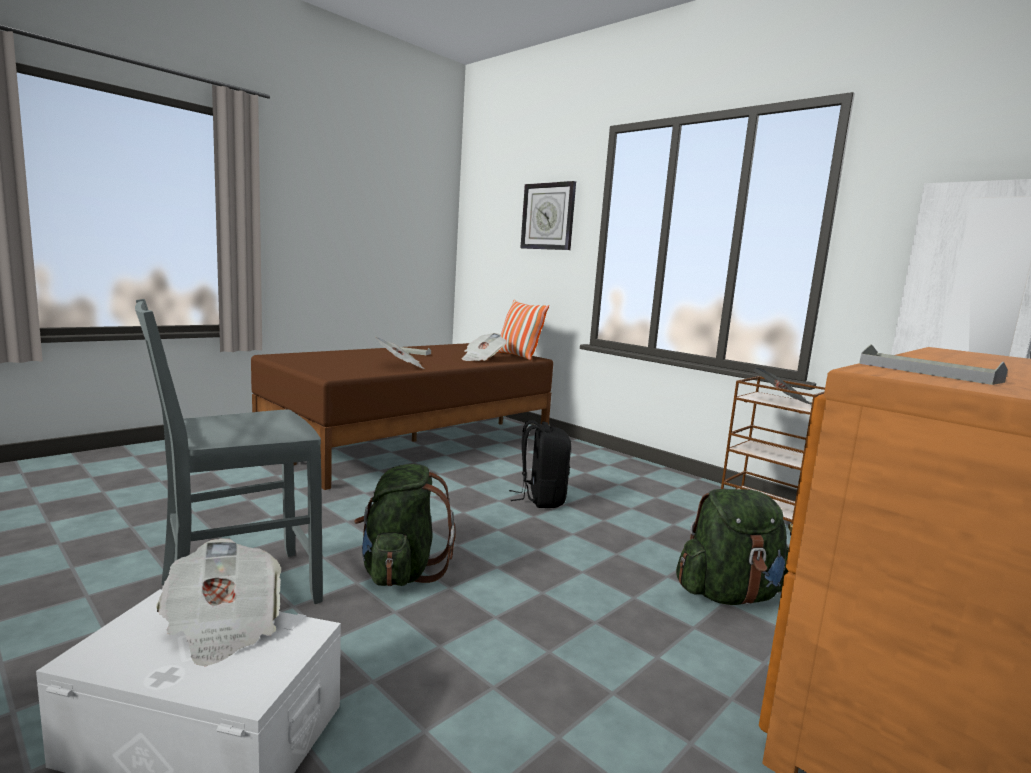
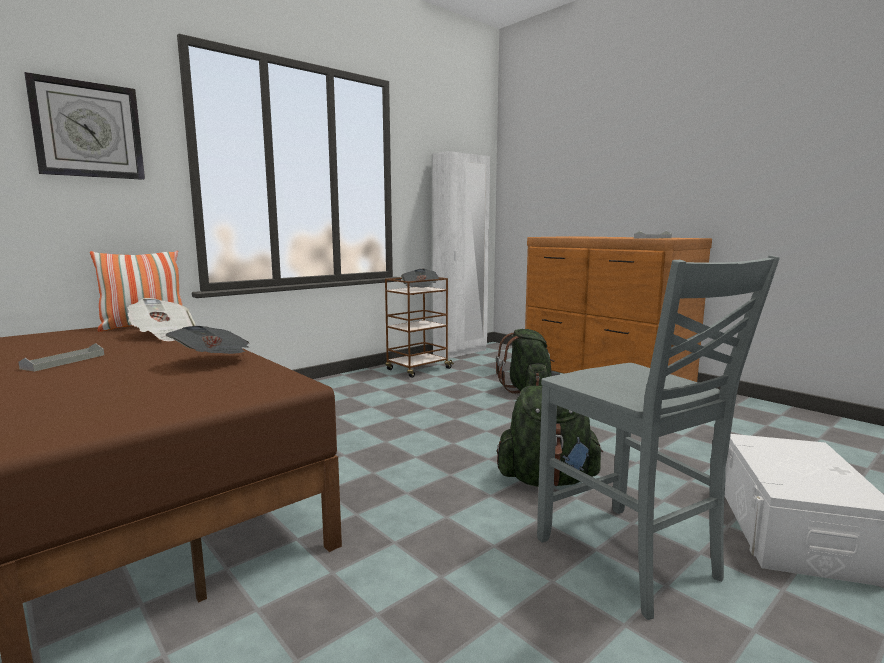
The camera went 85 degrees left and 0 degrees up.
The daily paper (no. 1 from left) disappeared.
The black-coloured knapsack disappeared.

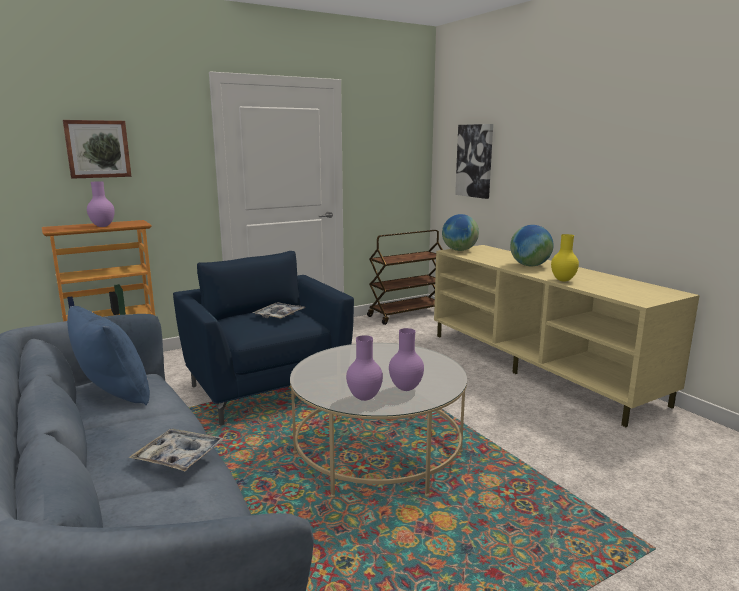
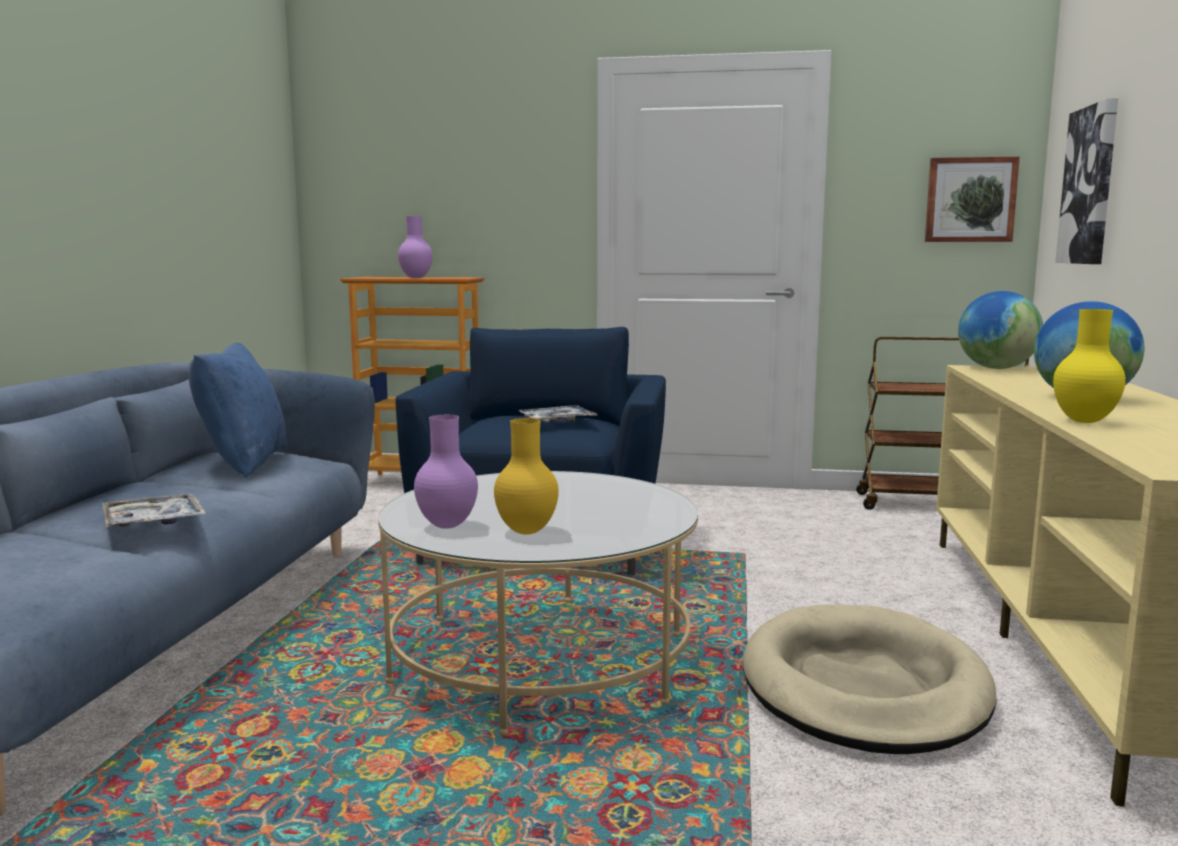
The camera went 40 degrees right and 5 degrees down.
The picture (no. 1 from left) moved.
The purple-coloured vase (no. 3 from left) became the yellowish vase (no. 1 from left).
The sand-coloured dog cushion appeared.

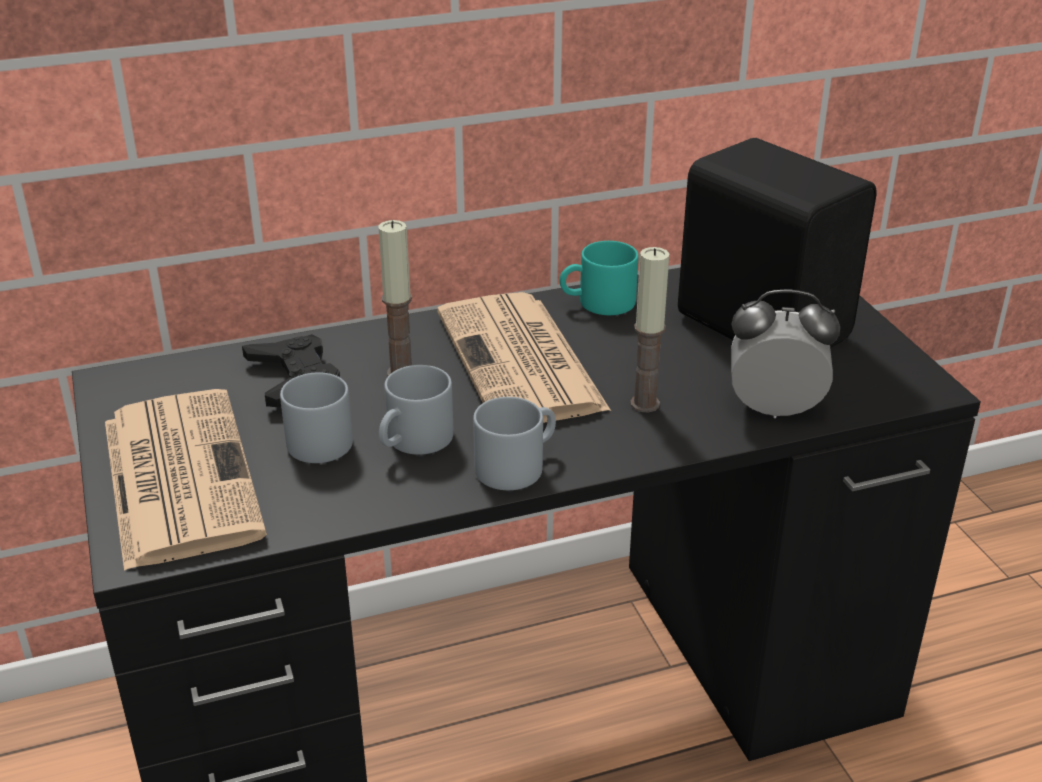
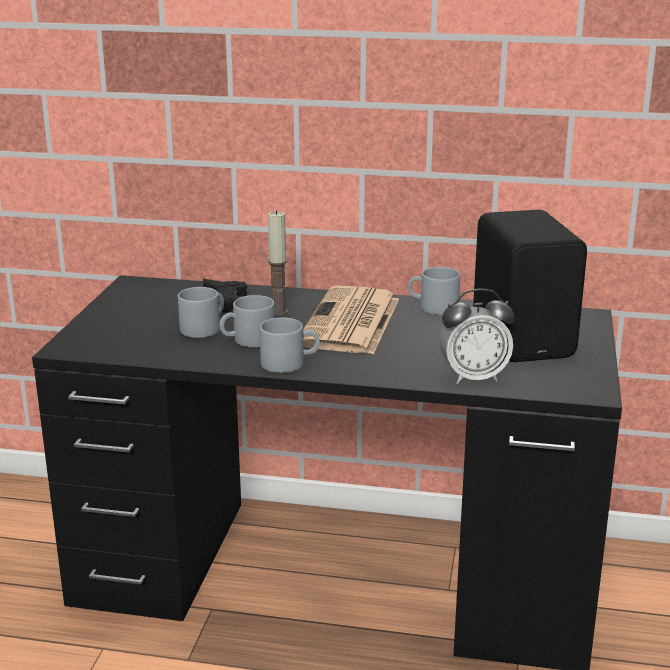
The camera went 30 degrees right and 10 degrees down.
The daily paper (no. 1 from left) disappeared.
The blue-green mug became the gray mug (no. 4 from left).
The wax light (no. 2 from left) disappeared.
The table clock turned 135 degrees clockwise.

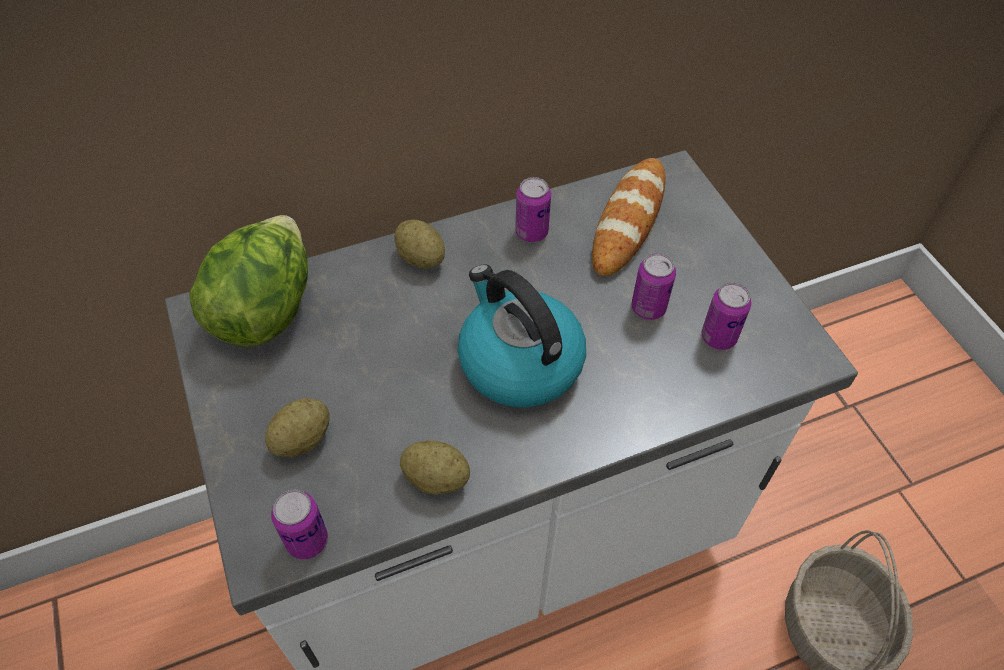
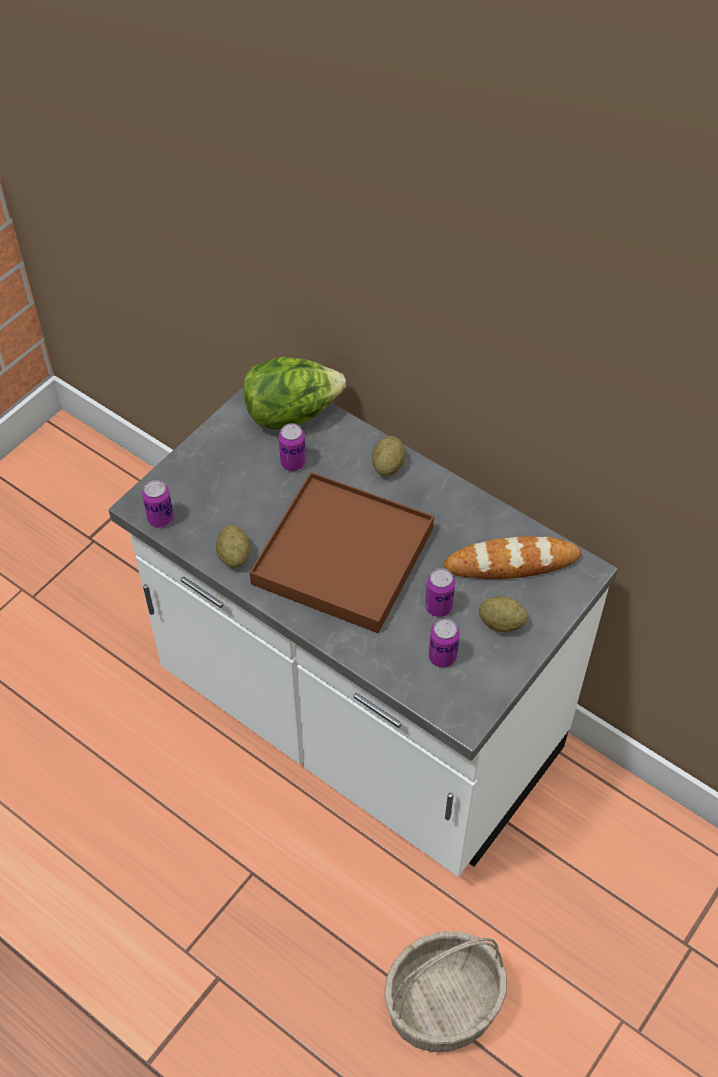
The camera went 60 degrees right and 0 degrees up.
The whole potato (no. 1 from left in the first image) moved.
The tea kettle was replaced by the brown-coloured carrying tray.
The can (no. 2 from left) moved.

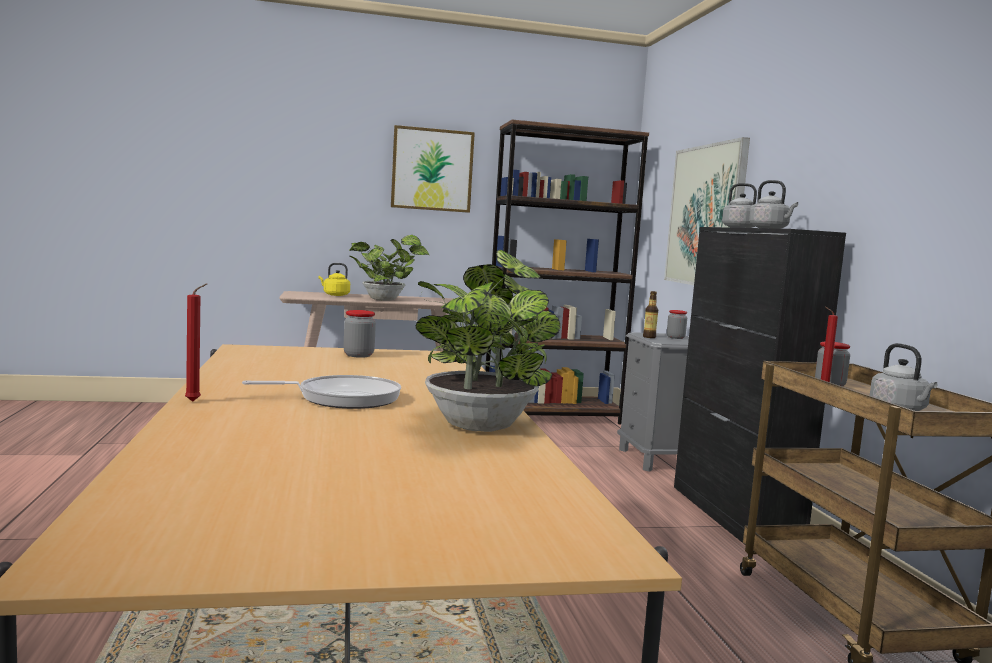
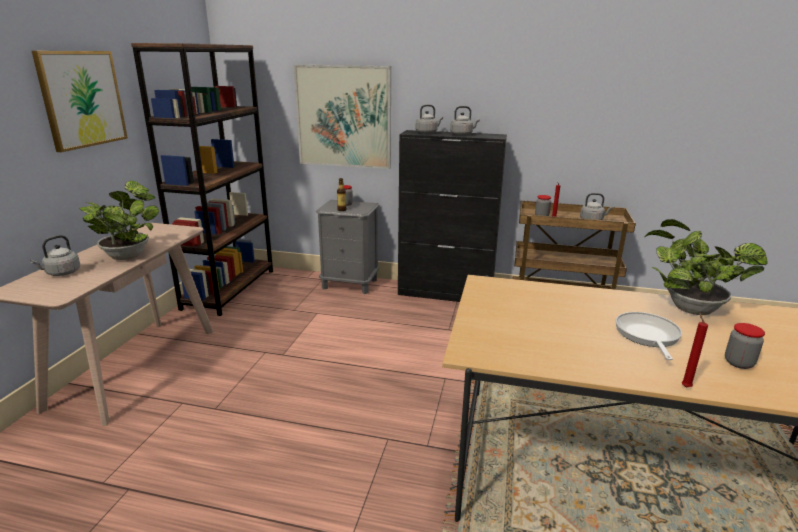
The camera went 65 degrees left and 15 degrees up.
The yellowish tea kettle became the gray tea kettle (no. 1 from left).
The preserve jar (no. 1 from left in the first image) moved.

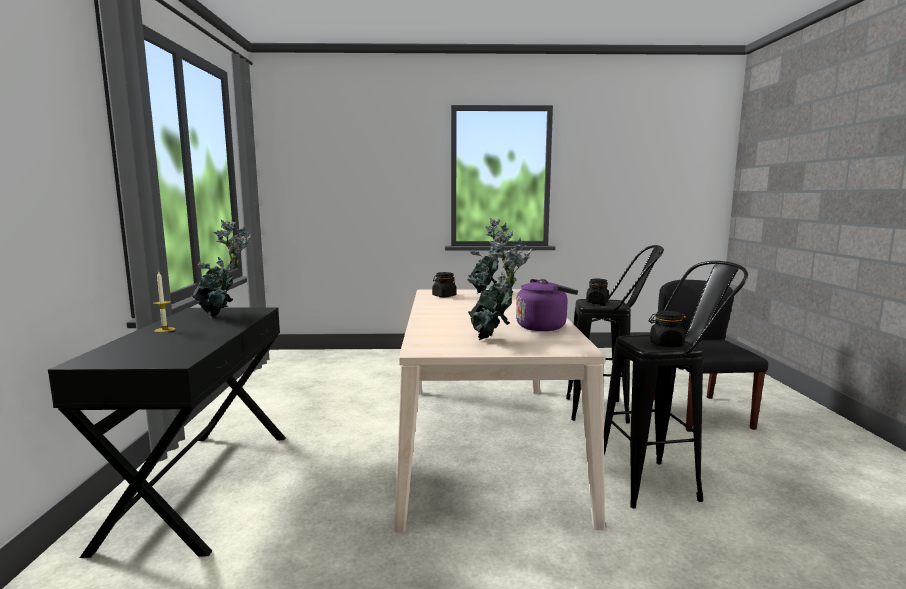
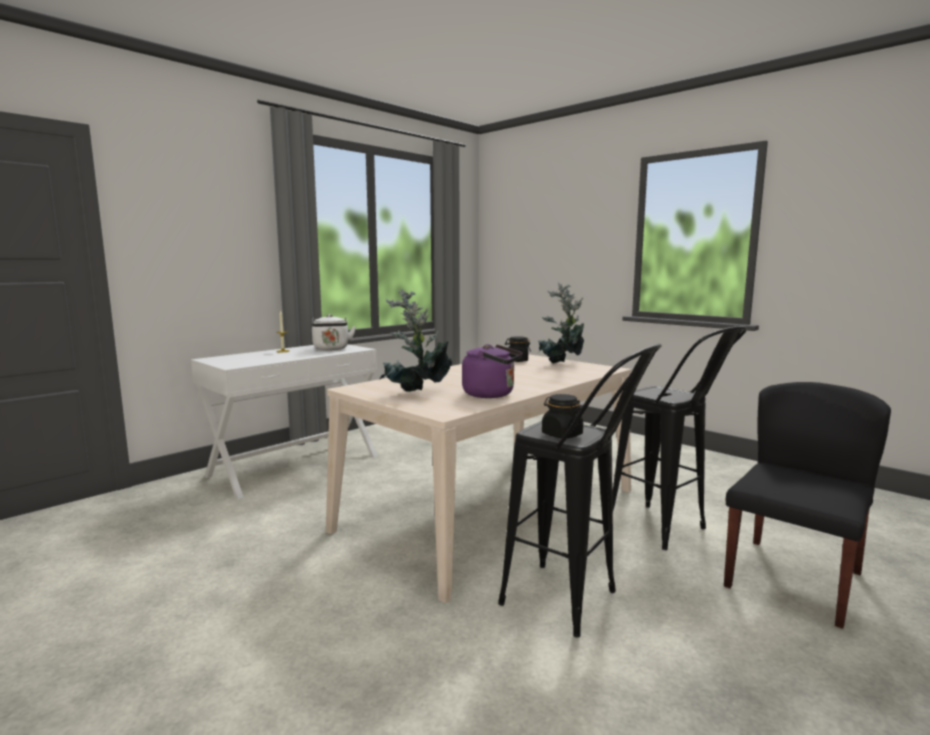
The camera went 45 degrees right and 0 degrees up.
The black-coloured console table became the whitish console table.
The plant in a pot (no. 1 from left) was replaced by the whitish tea kettle.
The black-coloured preserve jar (no. 2 from left) disappeared.

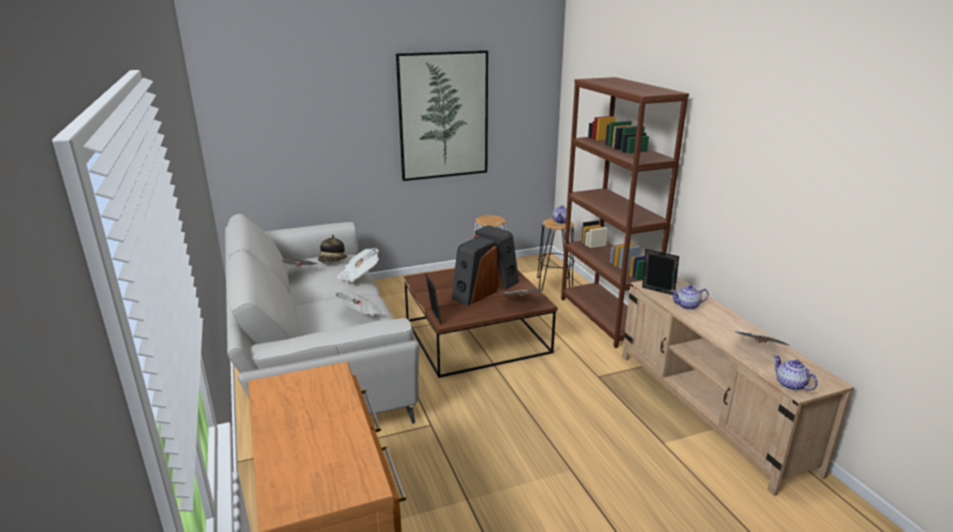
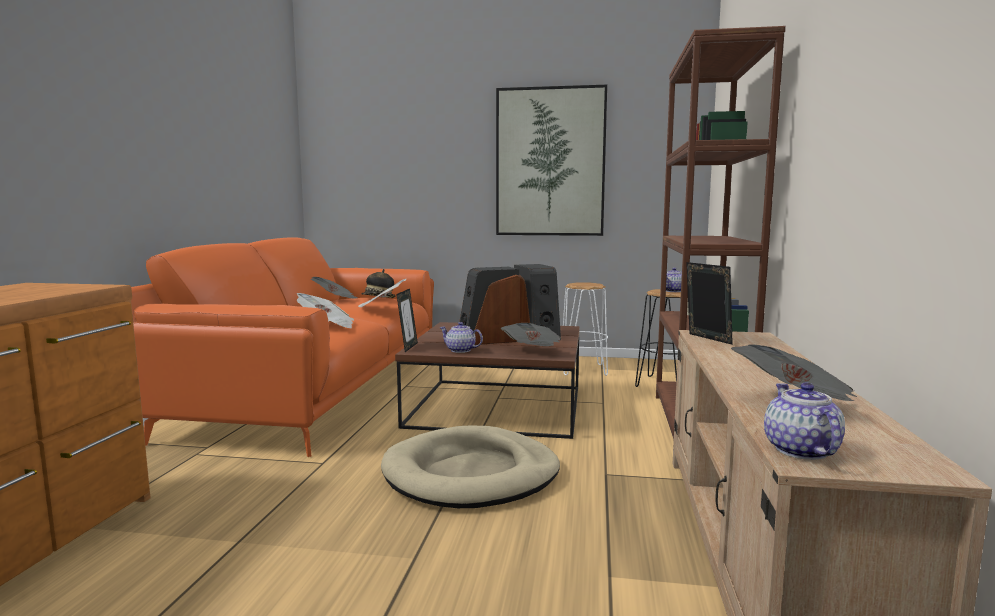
The camera went 30 degrees right and 15 degrees down.
The gray sofa became the orange-coloured sofa.
The tea pot (no. 2 from left in the first image) moved.
The sand-coloured dog cushion appeared.

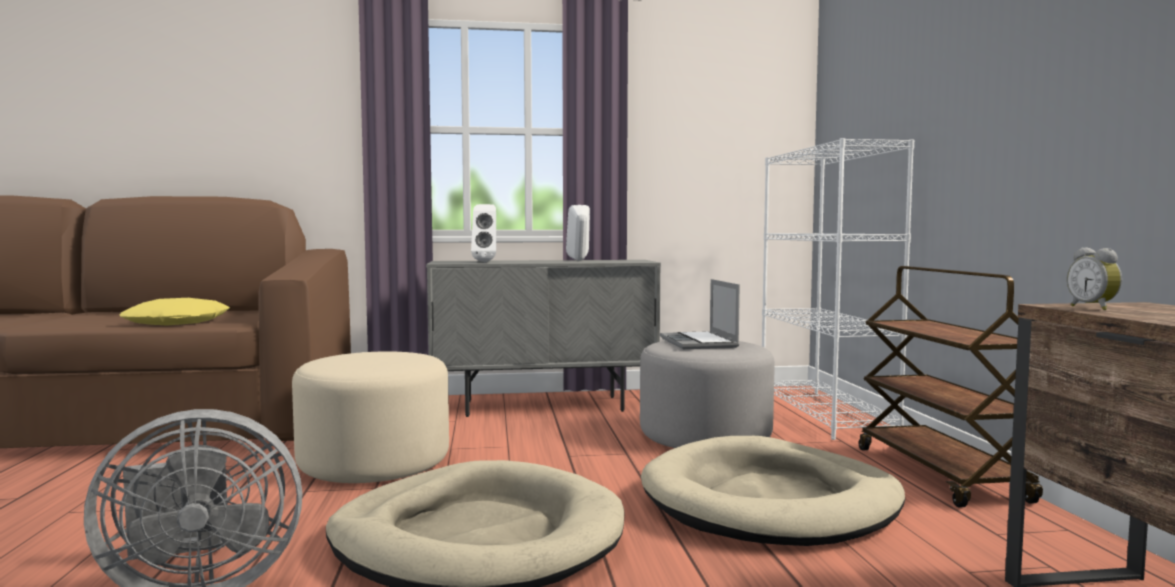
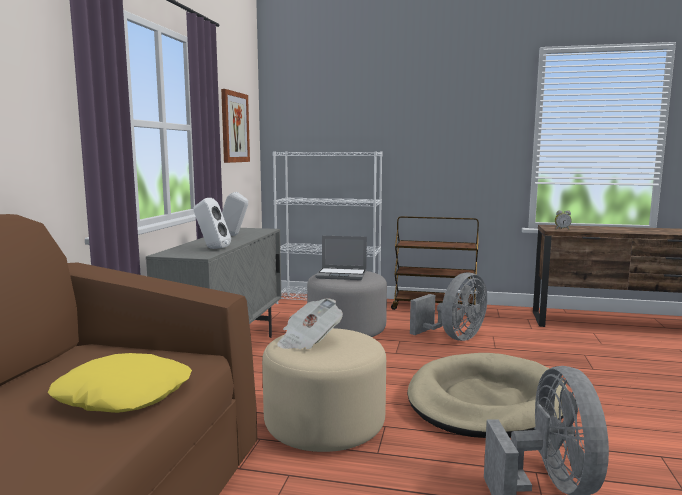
The camera went 70 degrees left and 5 degrees up.
The sand-coloured dog cushion (no. 2 from left) was replaced by the gray cooling fan (no. 1 from left).
The picture appeared.
The daily paper appeared.

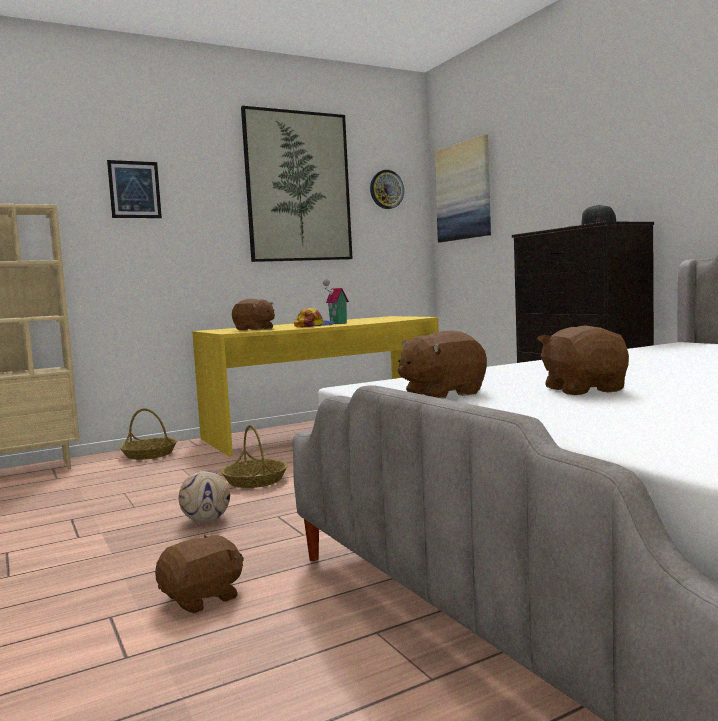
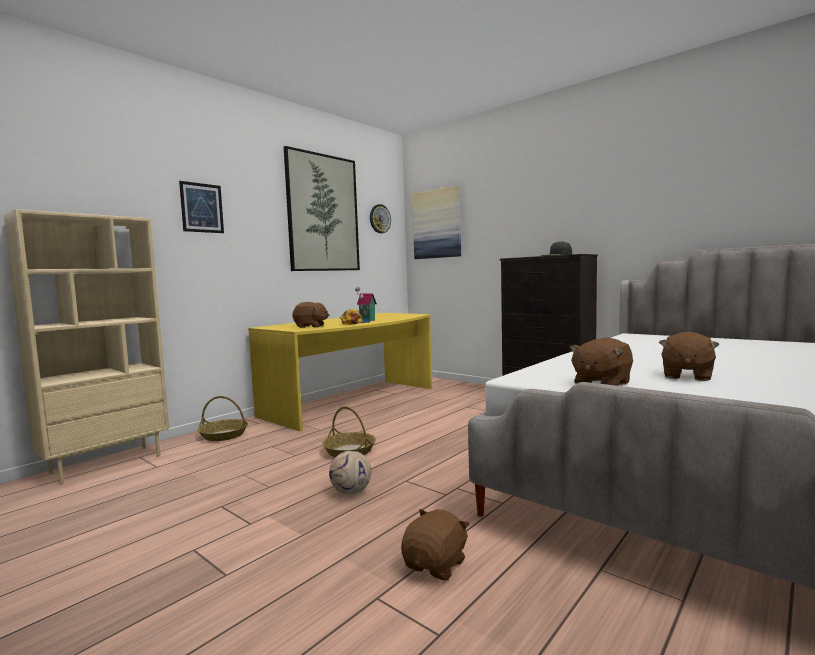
The camera went 20 degrees left and 0 degrees up.
The brown-coloured cuddly toy (no. 4 from left) turned 120 degrees counterclockwise.

